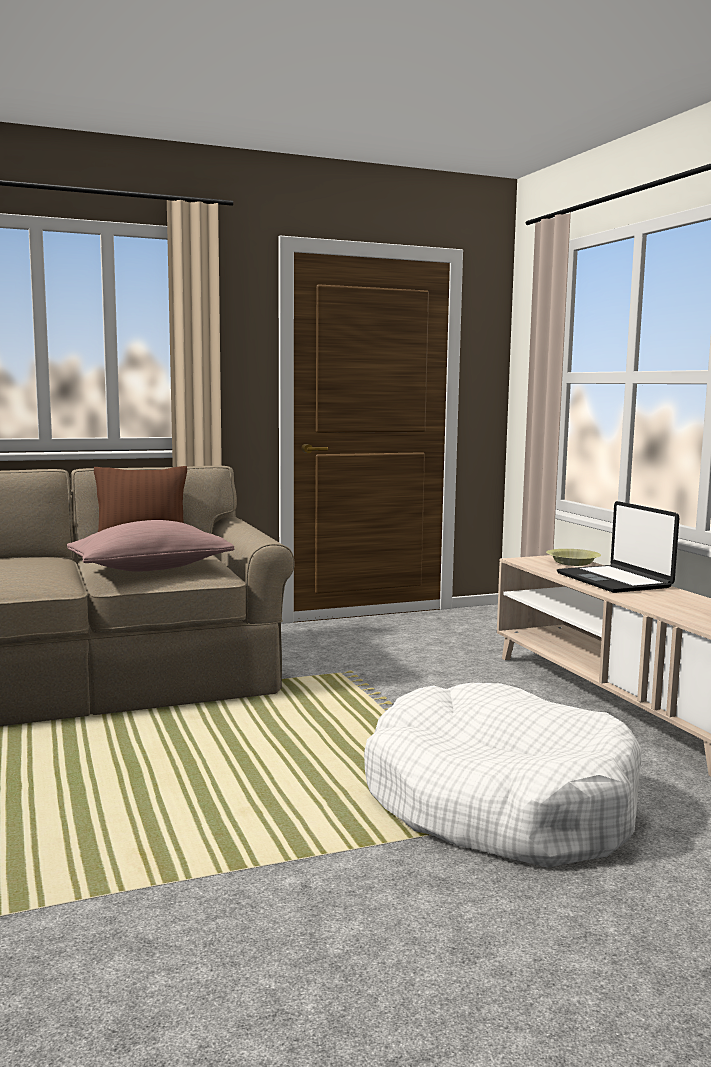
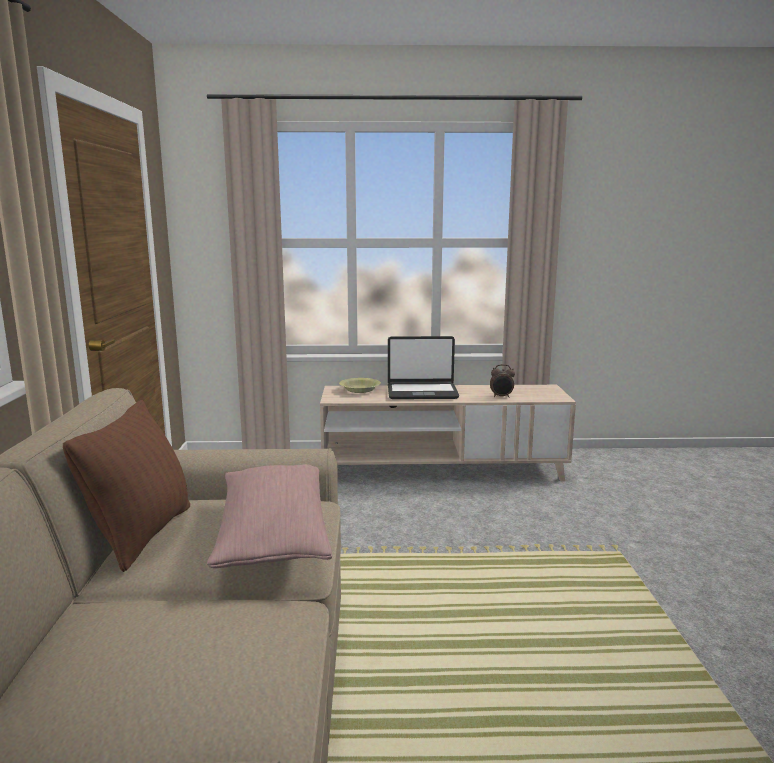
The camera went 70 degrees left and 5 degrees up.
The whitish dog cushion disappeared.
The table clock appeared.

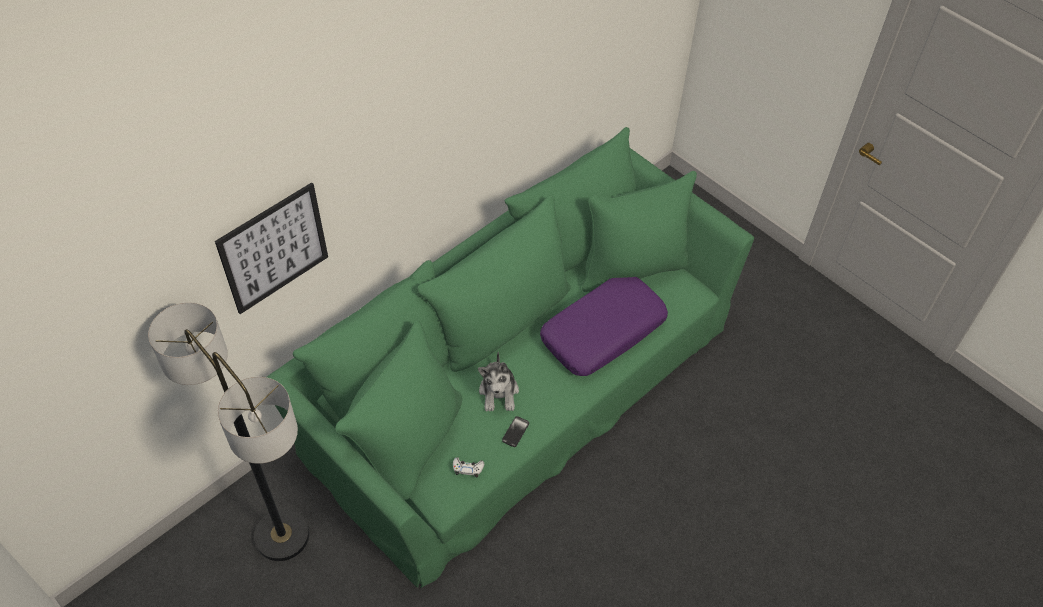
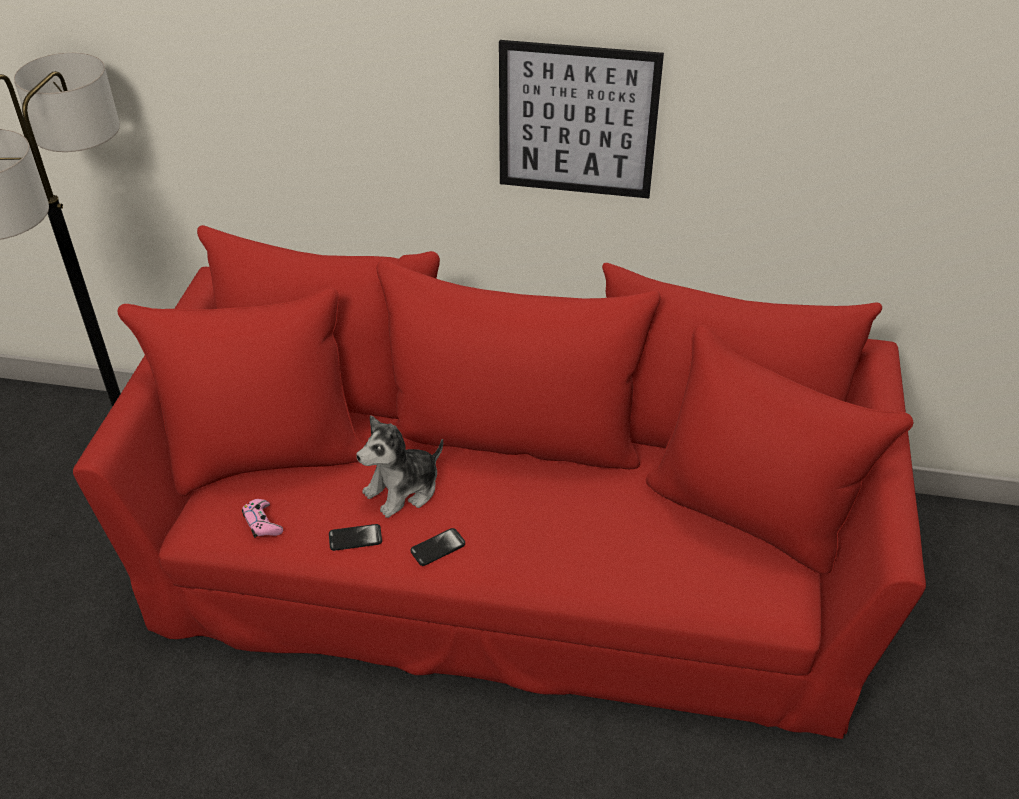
The camera went 55 degrees right and 10 degrees down.
The picture moved.
The greenish sofa became the reddish sofa.
The whitish game controller became the pink game controller.
The purple-coloured throw pillow disappeared.
The telephone (no. 2 from left) appeared.

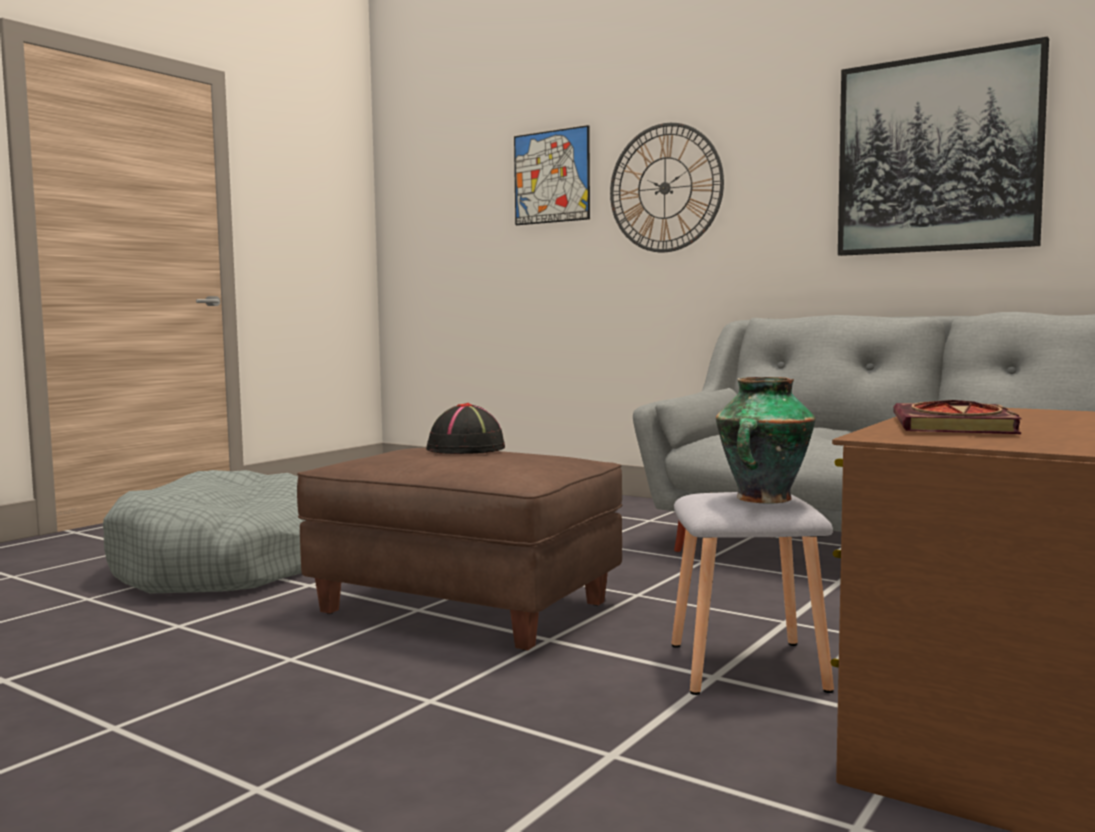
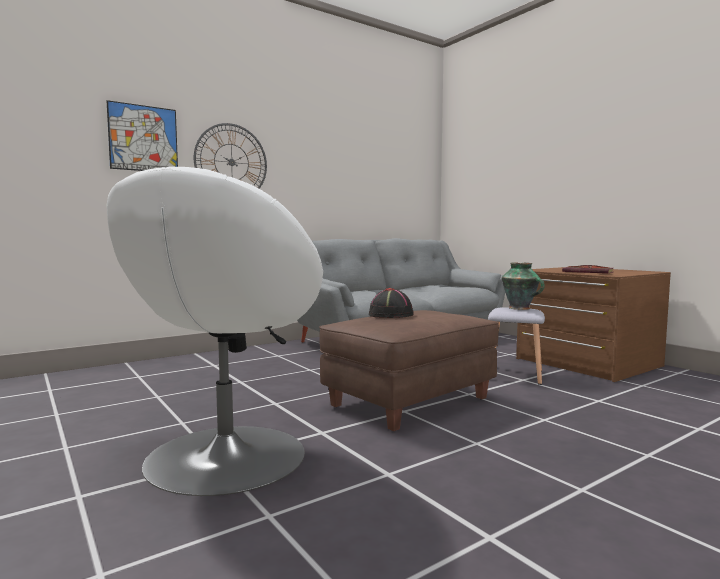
The camera went 70 degrees left and 0 degrees up.
The gray dog cushion was replaced by the whitish armchair.
The picture (no. 2 from left) disappeared.

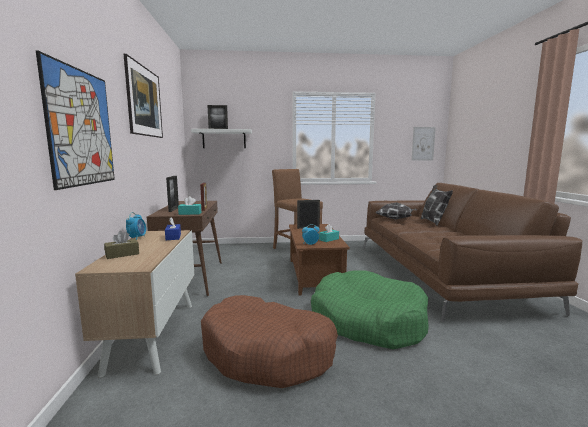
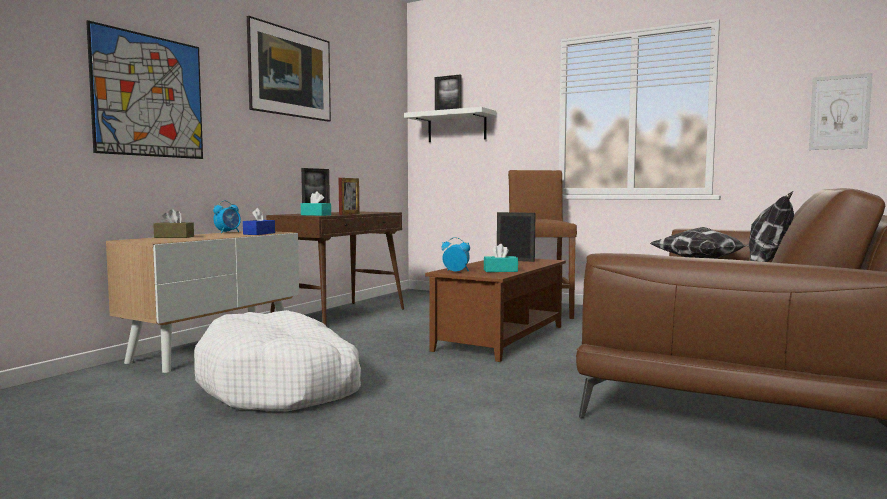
The camera went 35 degrees right and 5 degrees down.
The brown-coloured dog cushion became the whitish dog cushion.
The greenish dog cushion disappeared.

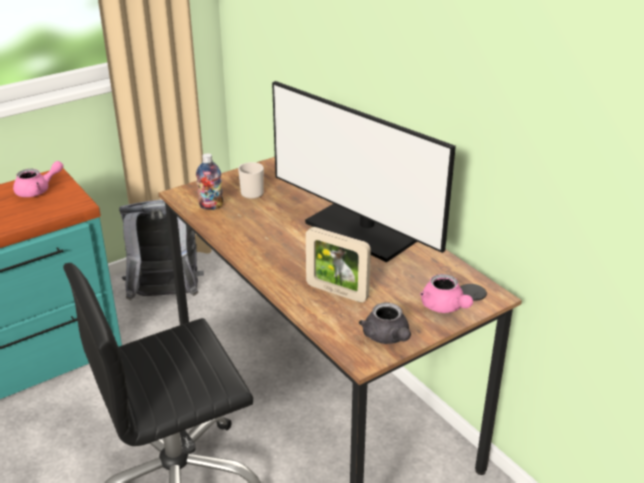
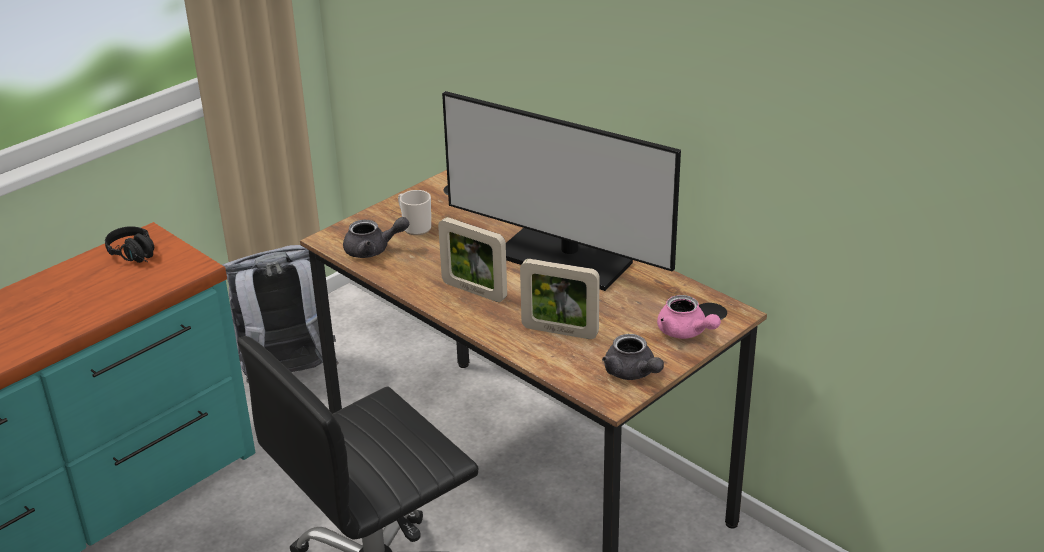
The camera went 10 degrees left and 0 degrees up.
The pink tea pot (no. 1 from left) was replaced by the black-coloured headphones.
The bottle was replaced by the gray tea pot (no. 1 from left).
The photo frame (no. 1 from left) appeared.

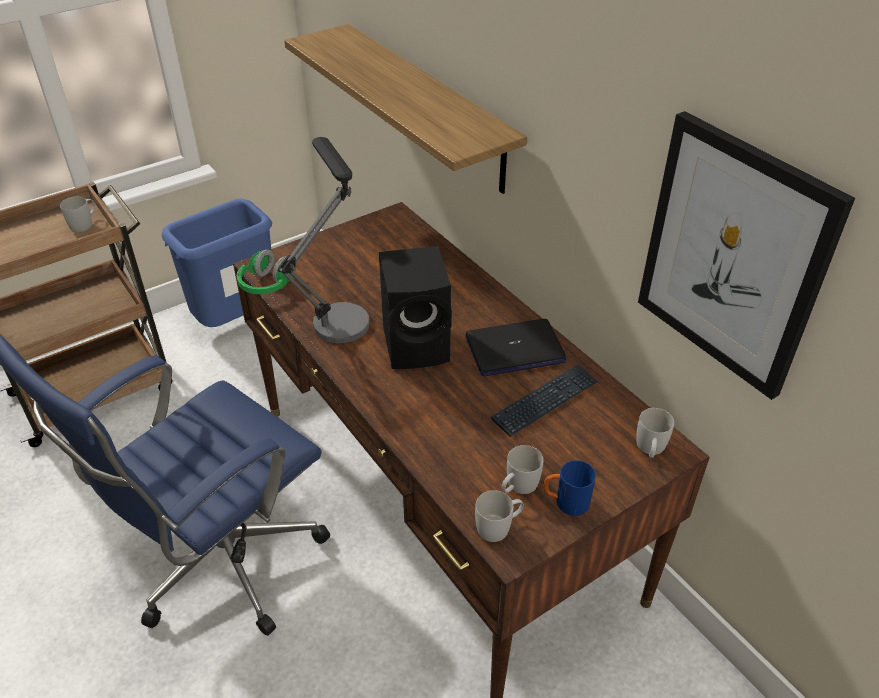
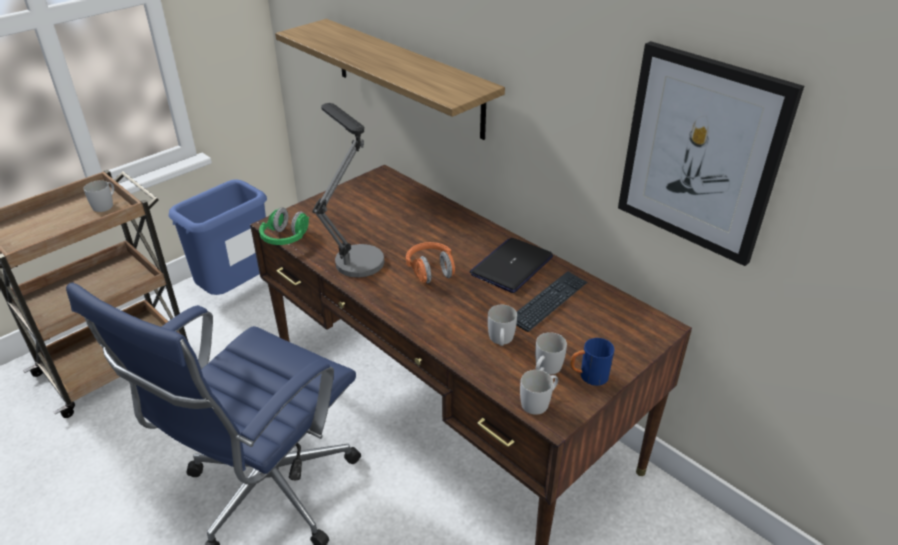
The camera went 10 degrees left and 5 degrees down.
The black-coloured loudspeaker was replaced by the orange-coloured headphones.
The notebook computer turned 150 degrees clockwise.
The whitish mug (no. 4 from left in the first image) moved.

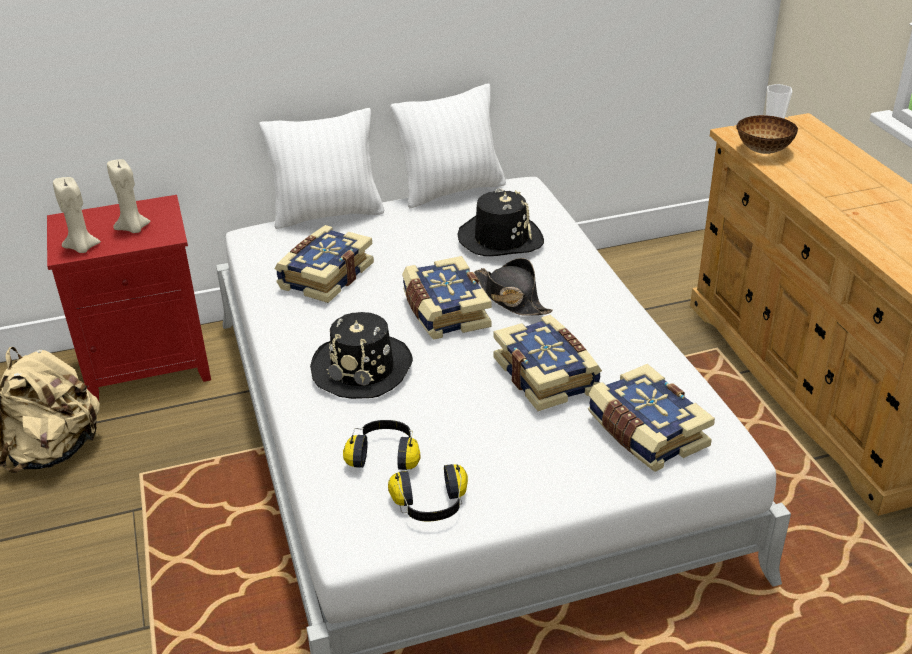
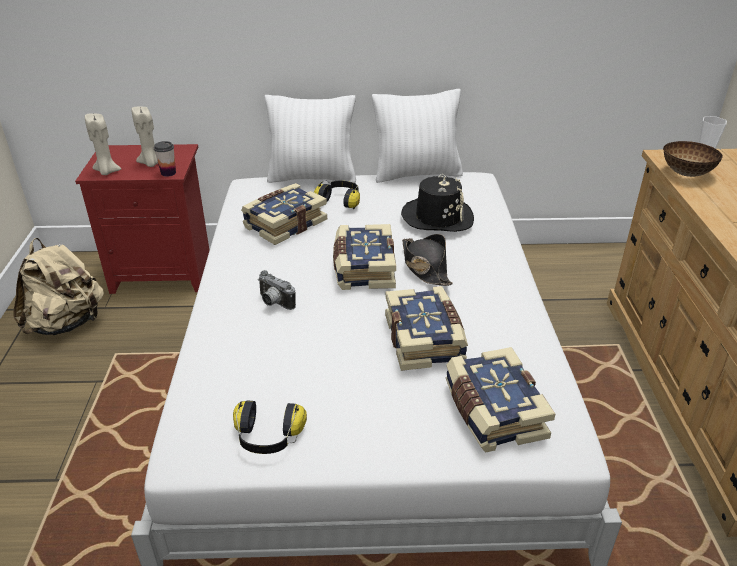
The camera went 15 degrees right and 0 degrees up.
The black-coloured hat (no. 1 from left) was replaced by the still camera.
The headphones (no. 1 from left in the first image) moved.
The small cup (no. 1 from left) appeared.

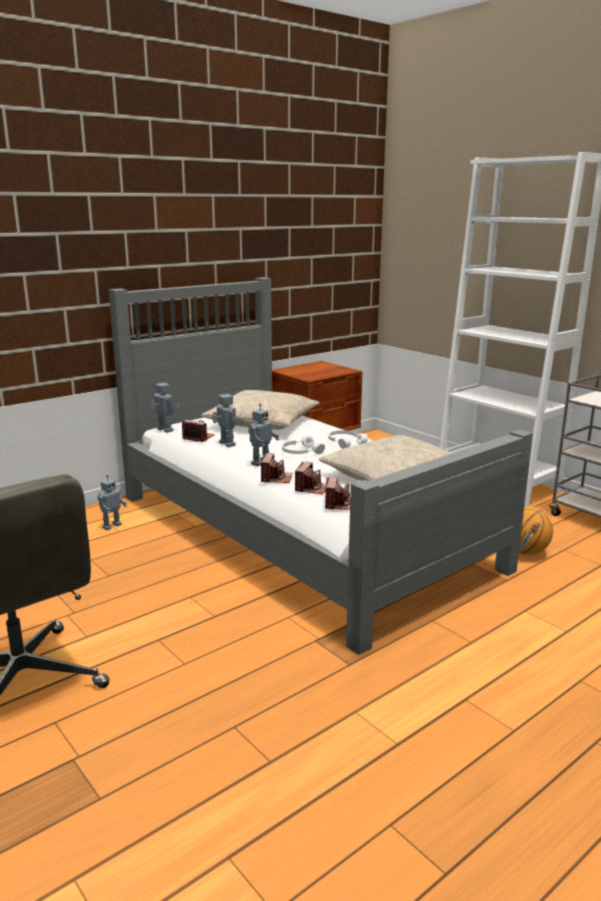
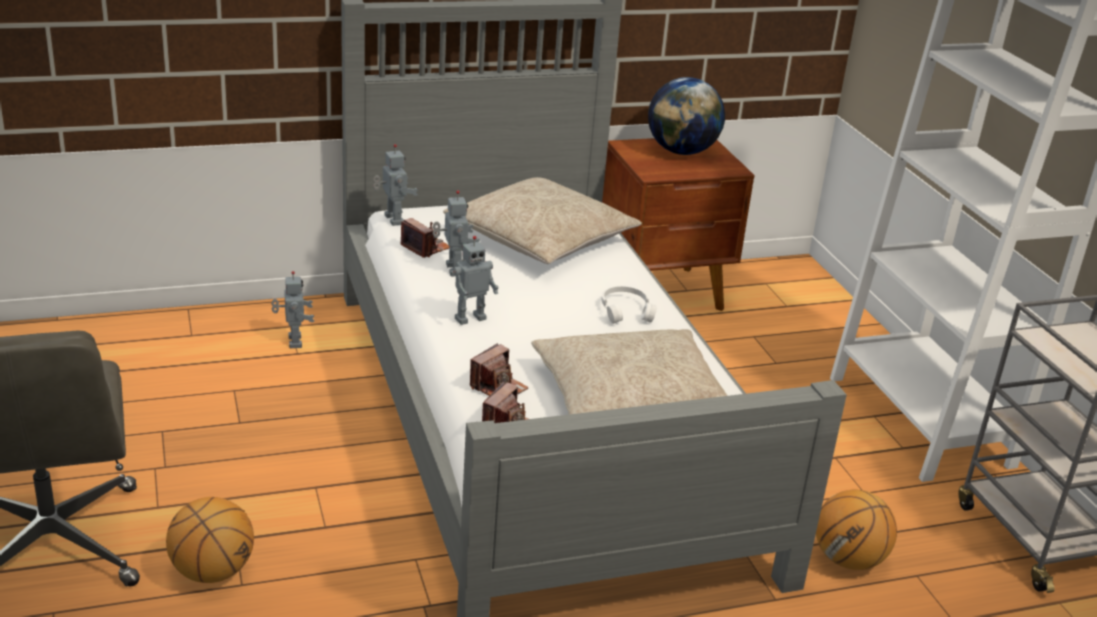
The camera went 20 degrees right and 10 degrees up.
The robot figure (no. 1 from left) turned 75 degrees counterclockwise.
The still camera (no. 2 from left) disappeared.
The whitish headphones (no. 1 from left) disappeared.
The basketball (no. 1 from left) appeared.
The desk globe appeared.

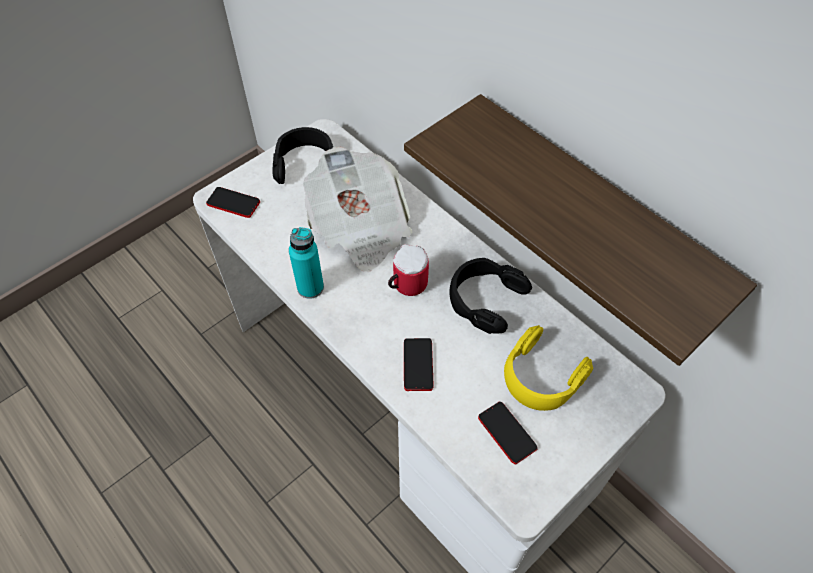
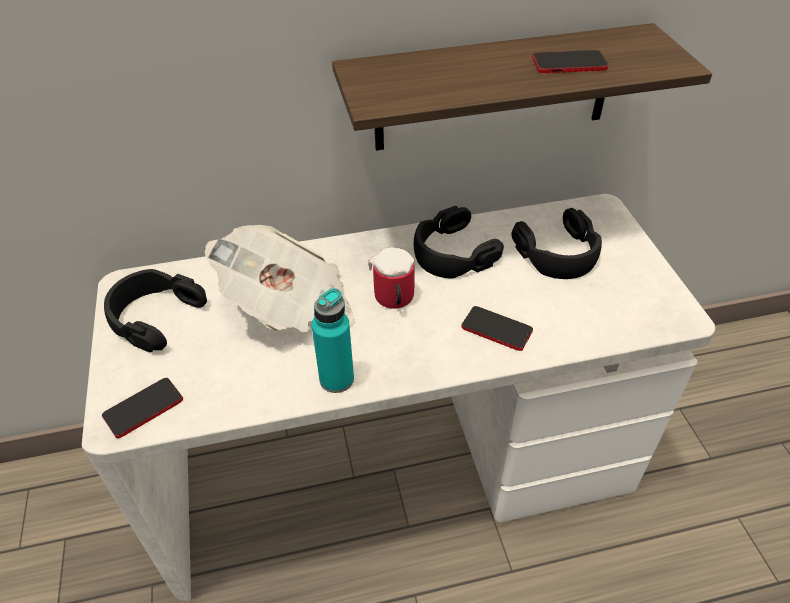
The camera went 60 degrees left and 10 degrees down.
The telephone (no. 3 from left) moved.
The yellowish headphones became the black-coloured headphones (no. 3 from left).

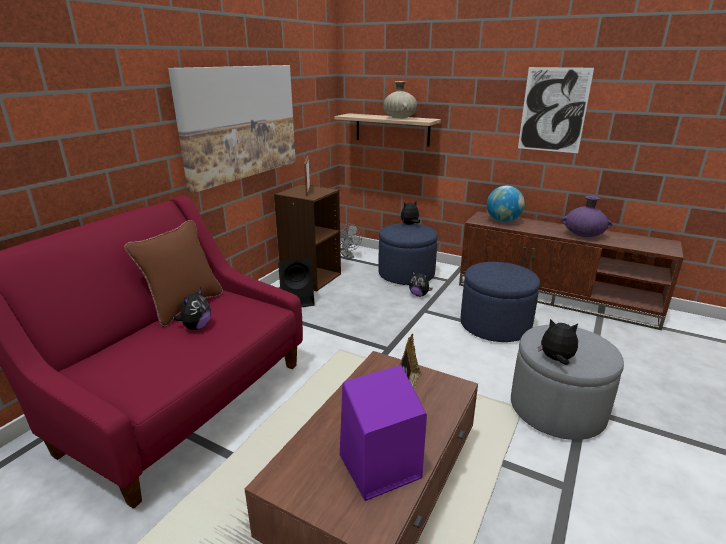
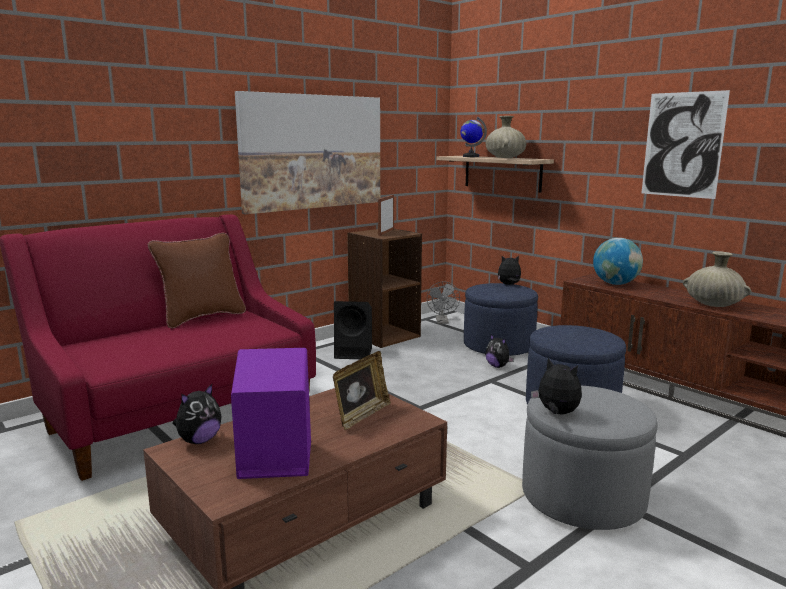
The camera went 20 degrees right and 10 degrees down.
The cuddly toy (no. 1 from left) moved.
The purple-coloured vase became the sand-coloured vase (no. 2 from left).
The desk globe (no. 1 from left) appeared.

